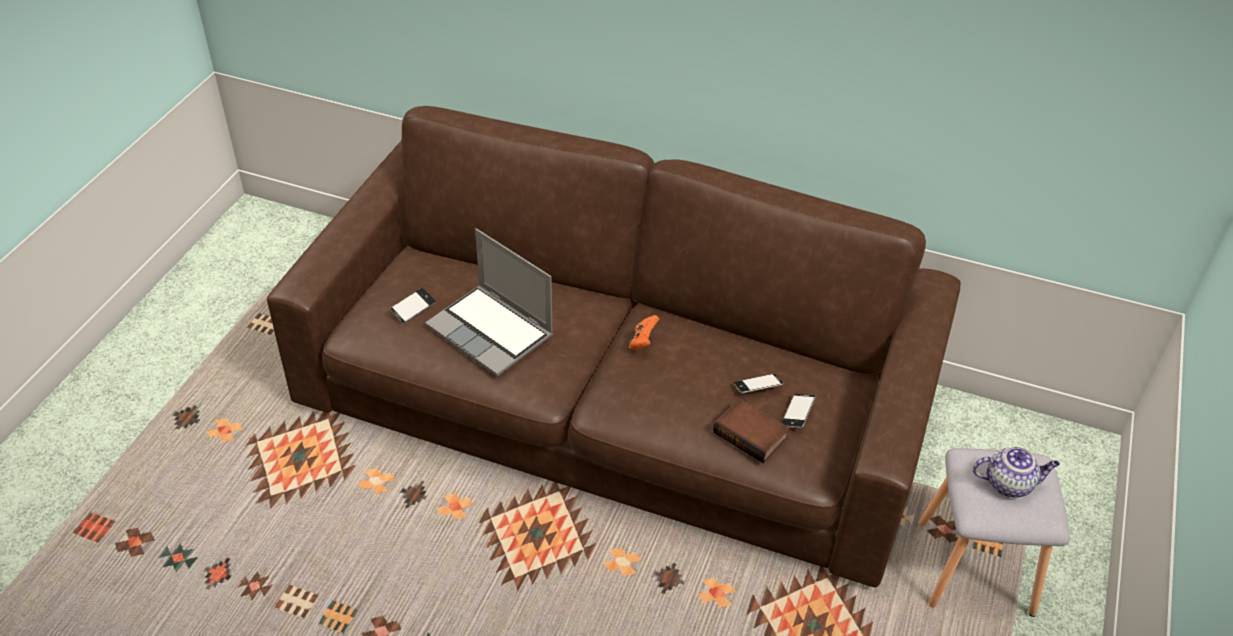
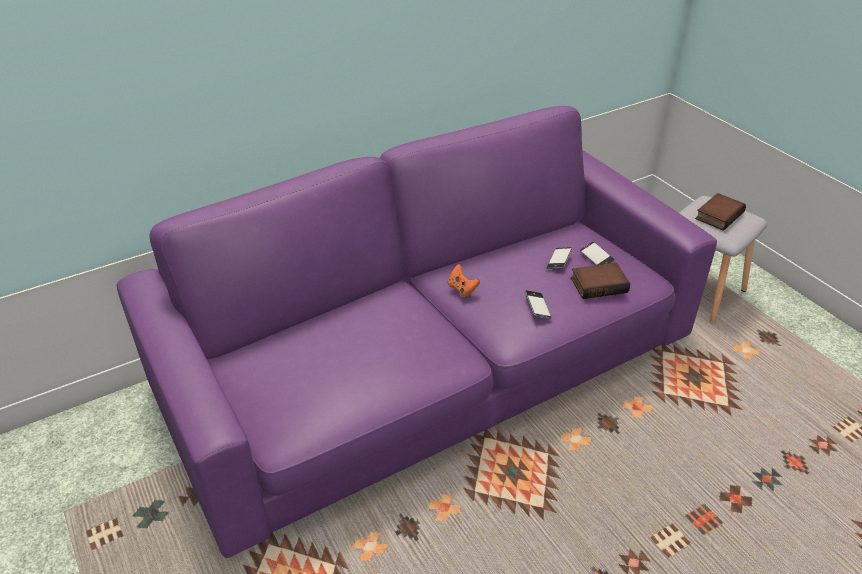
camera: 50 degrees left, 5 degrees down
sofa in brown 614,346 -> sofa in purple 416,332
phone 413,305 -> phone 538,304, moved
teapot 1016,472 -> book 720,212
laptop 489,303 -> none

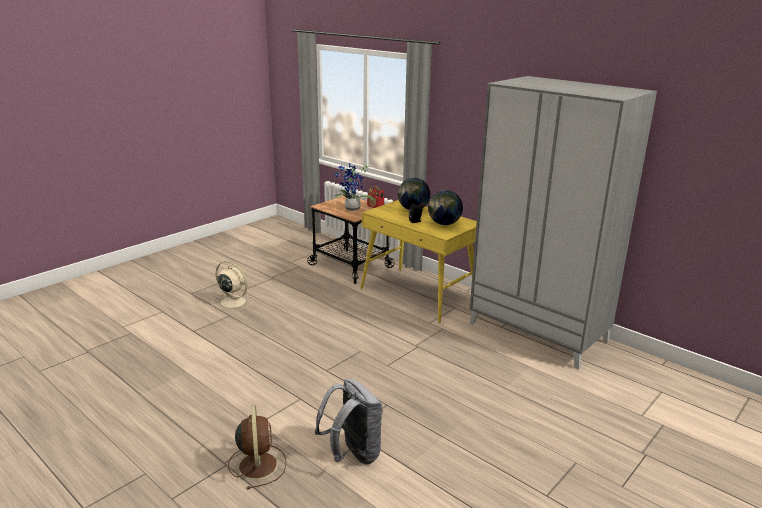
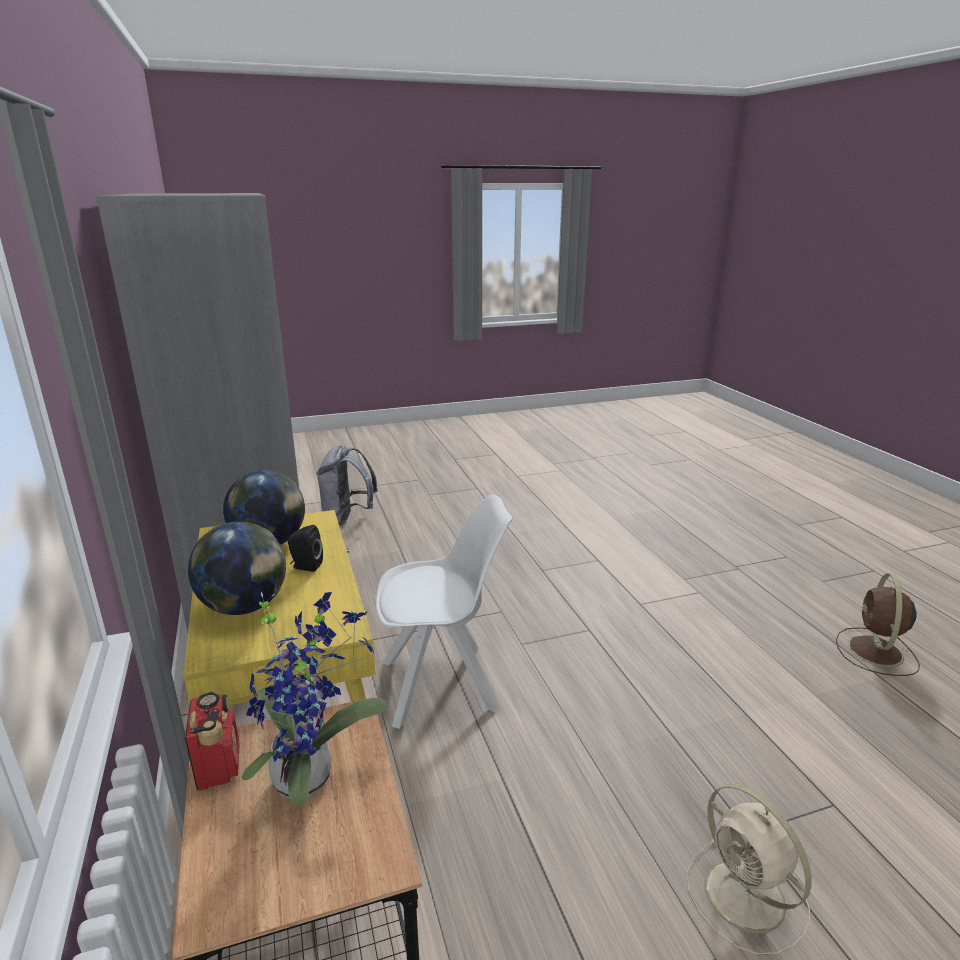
camera: 150 degrees left, 0 degrees up
backpack in grey 349,421 -> backpack in grey 347,485, moved
none -> chair in white 444,612
fan in brown 257,447 -> fan in brown 878,624, moved

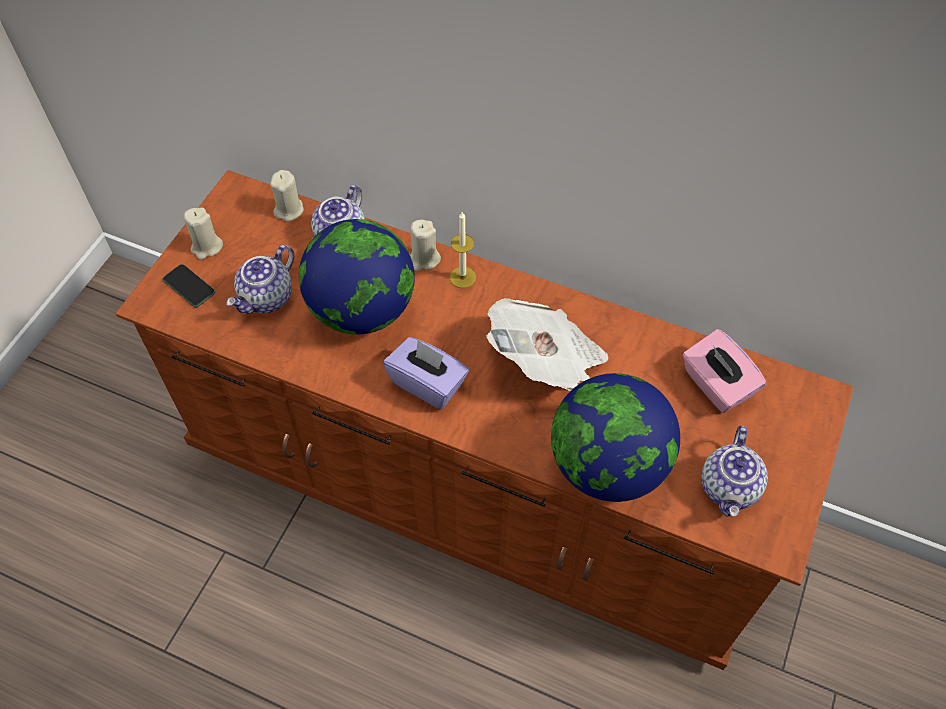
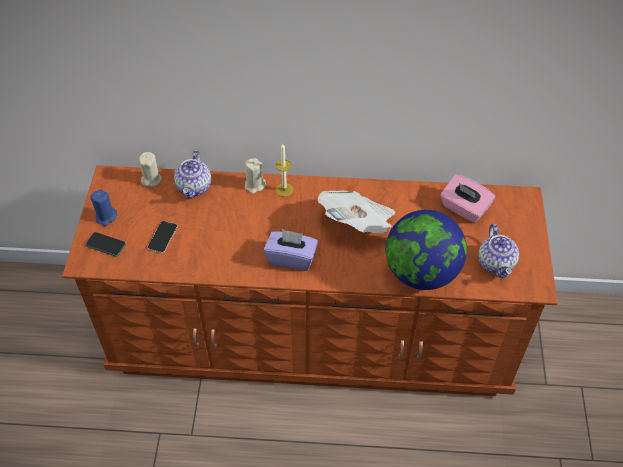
camera: 20 degrees left, 5 degrees down
candle in beige 203,234 -> candle in blue 103,208
teapot 260,279 -> phone 163,237
globe 357,276 -> none

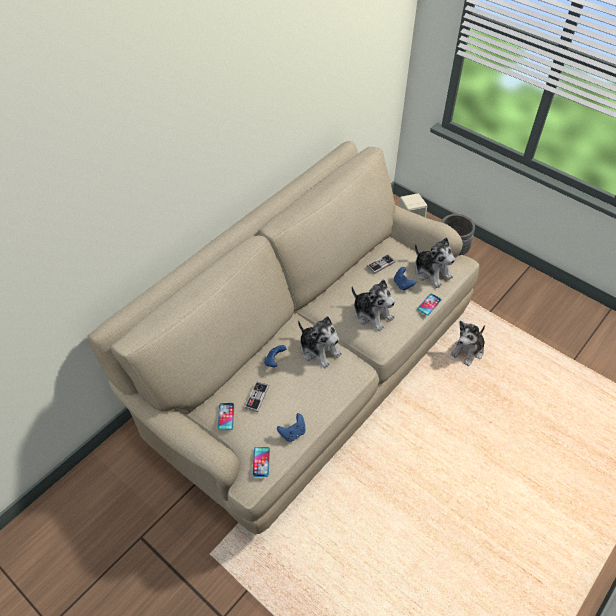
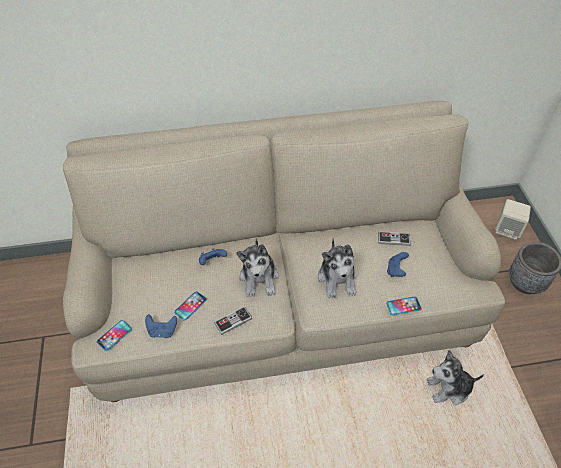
camera: 40 degrees right, 0 degrees up
phone 226,416 -> phone 190,306, moved
game controller 256,396 -> game controller 233,320, moved
plush toy 435,263 -> none

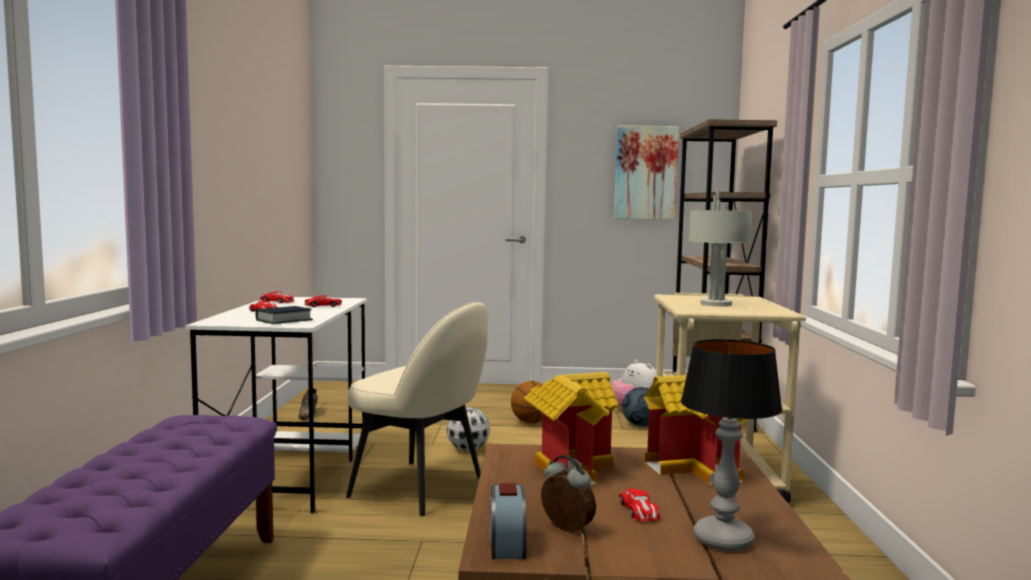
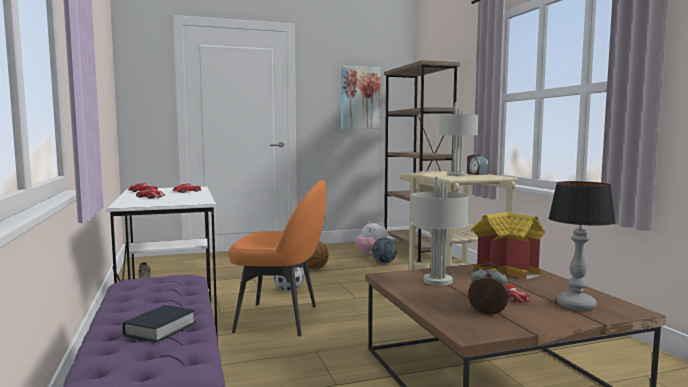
camera: 20 degrees left, 0 degrees up
book 284,315 -> book 159,323, moved
chair in beige 417,409 -> chair in orange 277,257
toy house 571,428 -> table lamp in grey 440,231
alarm clock 508,521 -> alarm clock 477,165, moved

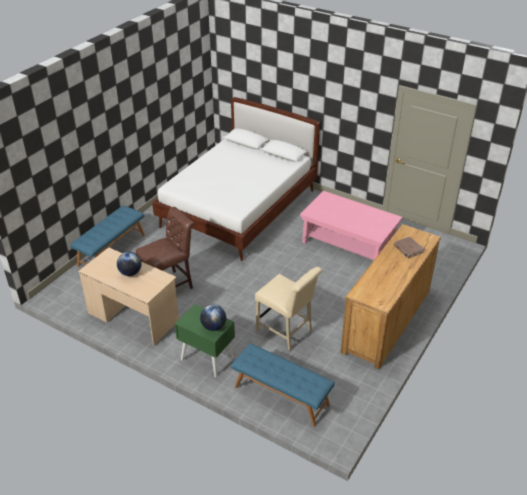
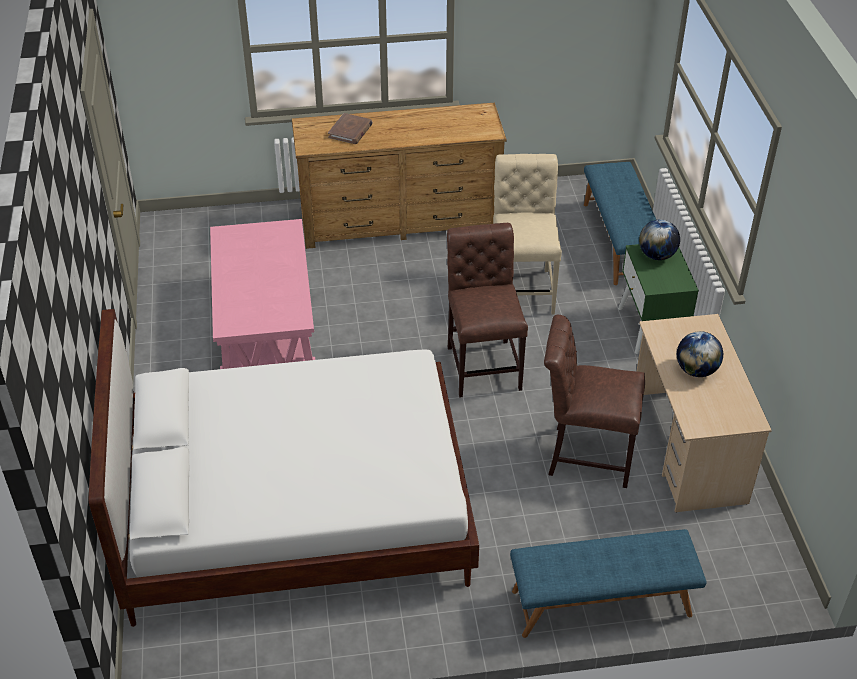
camera: 130 degrees left, 5 degrees up
none -> chair in brown 487,310

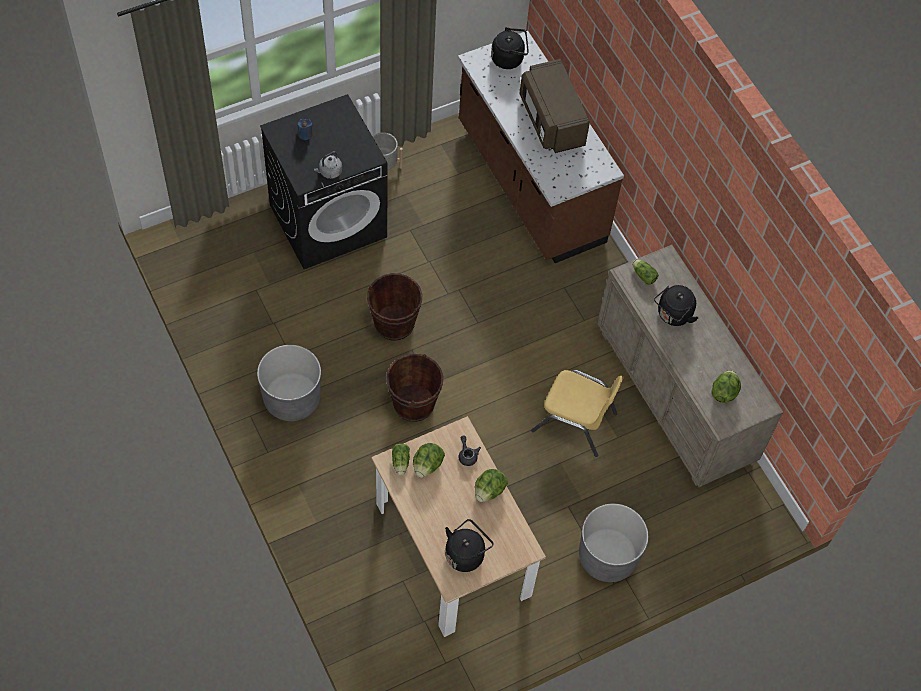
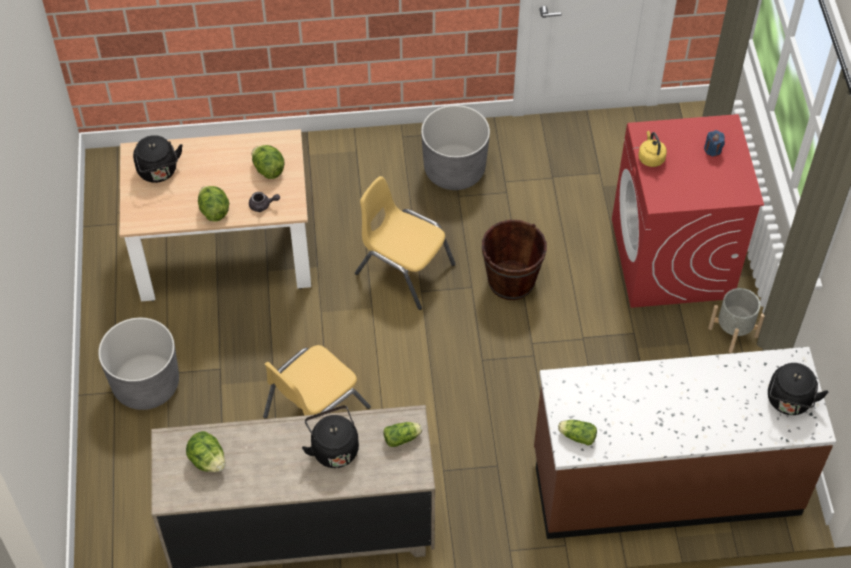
camera: 115 degrees right, 5 degrees down
bucket in brown 414,388 -> chair in yellow 405,243
lettuce 401,459 -> lettuce 577,433, moved
washing machine in black 324,181 -> washing machine in red 688,211
kettle in grey 328,165 -> kettle in yellow 652,149
microwave in brown 555,106 -> none

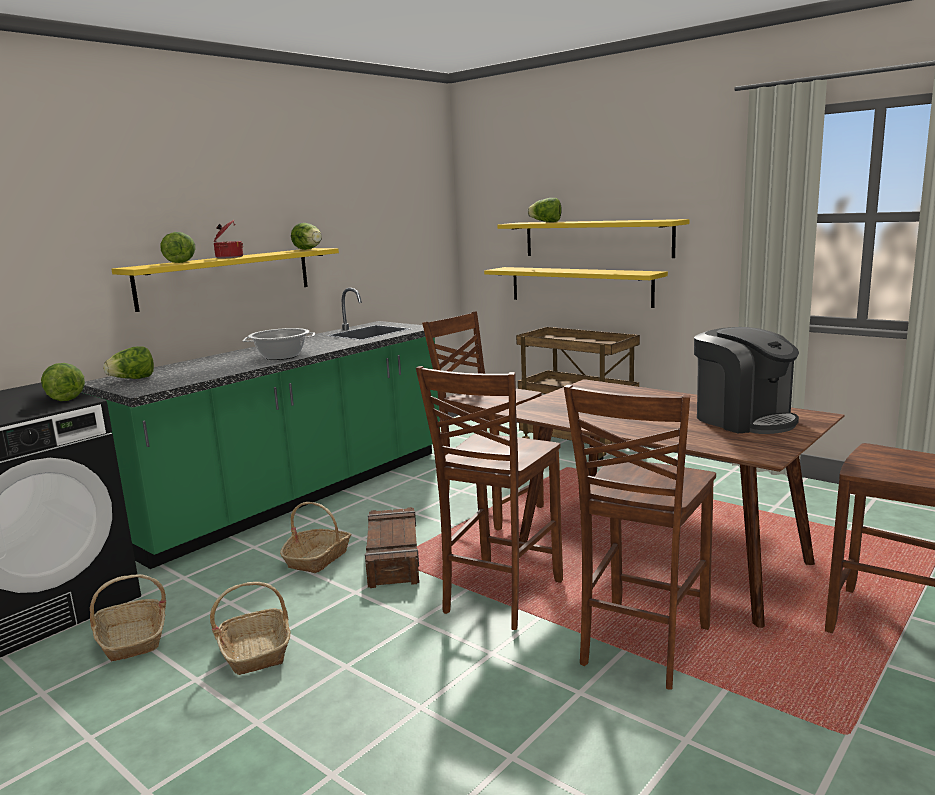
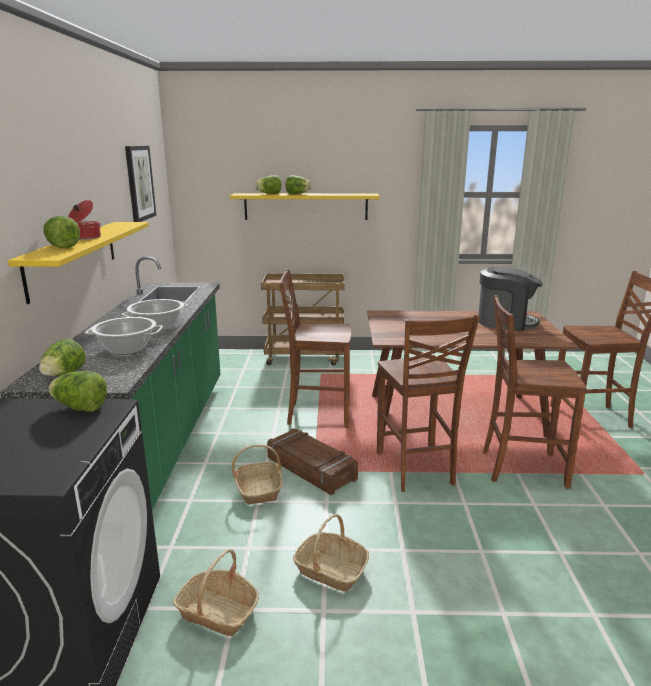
camera: 40 degrees left, 5 degrees up
none -> cooking pot 124,336
none -> picture 140,184
lettuce 306,236 -> lettuce 298,185, moved
chair in brown 640,537 -> chair in brown 534,392, 105 degrees clockwise
shelf in yellow 576,287 -> none

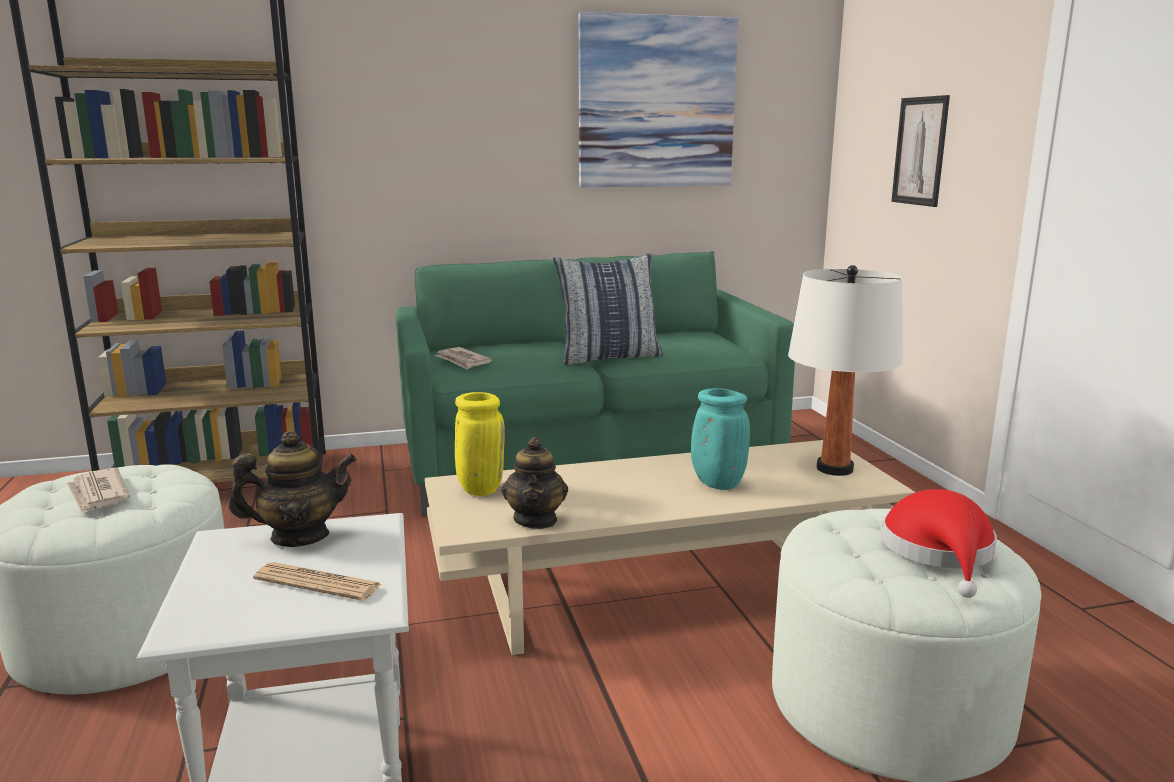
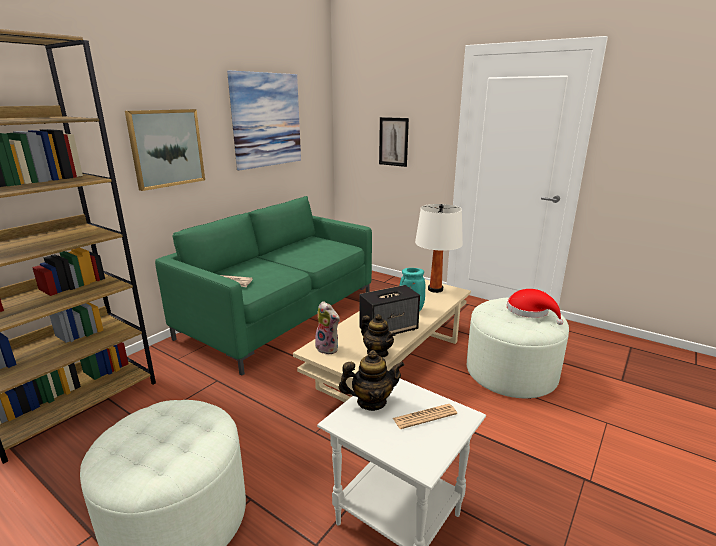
camera: 40 degrees left, 5 degrees up
none -> picture 165,150
vase in yellow 480,444 -> plush toy 327,328
teapot 292,488 -> teapot 372,380, 45 degrees clockwise
none -> speaker 389,309
newspaper 98,491 -> none
pillow 608,309 -> none

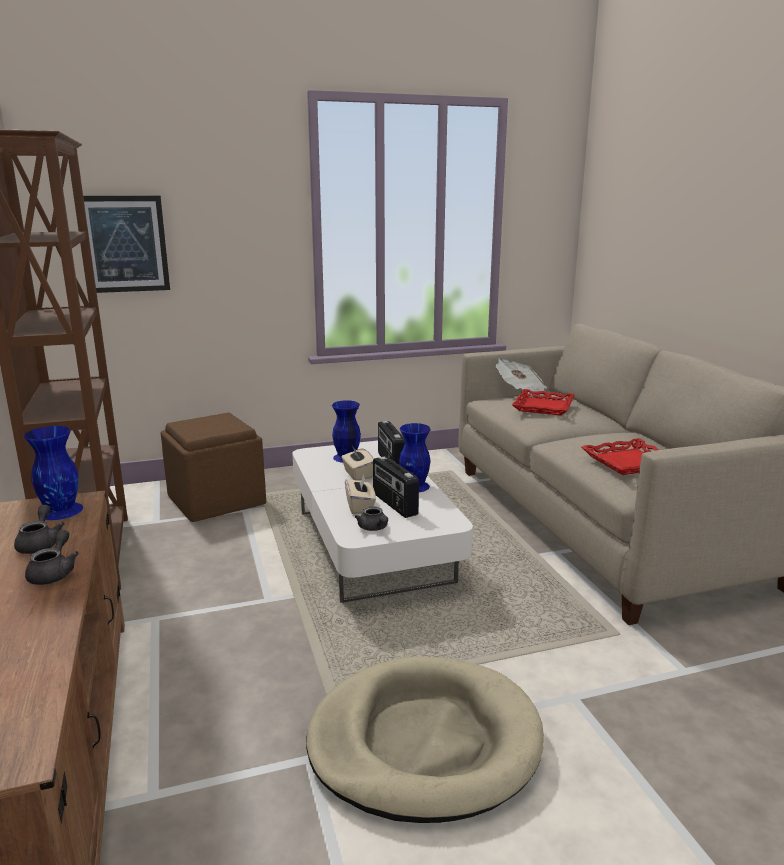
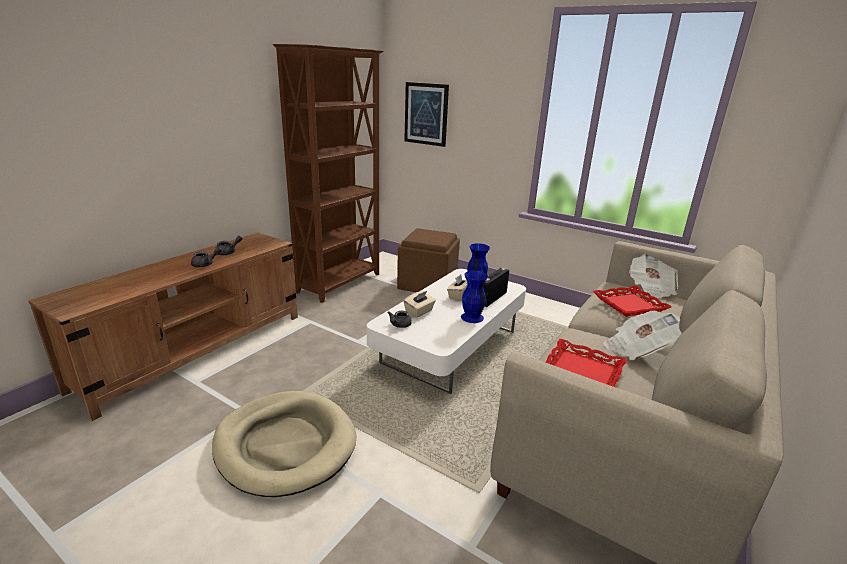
camera: 50 degrees right, 5 degrees up
none -> newspaper 642,335
vase in blue 53,473 -> none
radio 396,487 -> none

